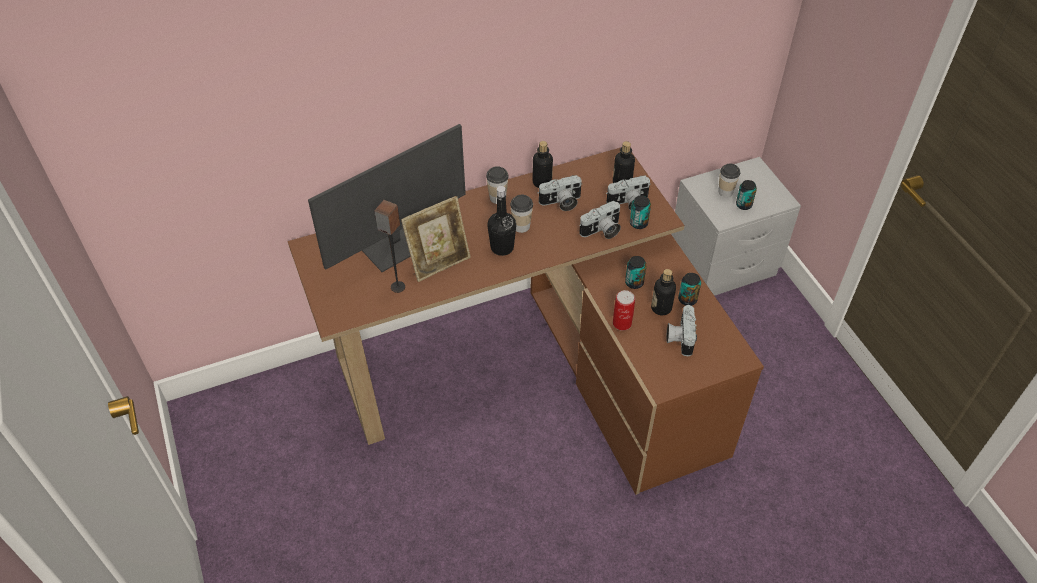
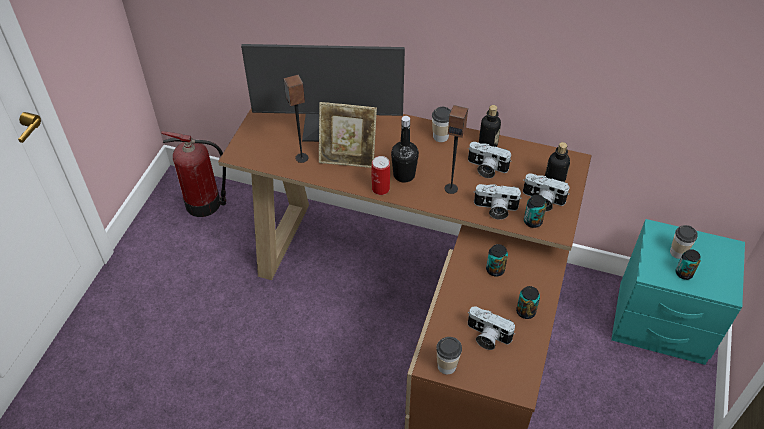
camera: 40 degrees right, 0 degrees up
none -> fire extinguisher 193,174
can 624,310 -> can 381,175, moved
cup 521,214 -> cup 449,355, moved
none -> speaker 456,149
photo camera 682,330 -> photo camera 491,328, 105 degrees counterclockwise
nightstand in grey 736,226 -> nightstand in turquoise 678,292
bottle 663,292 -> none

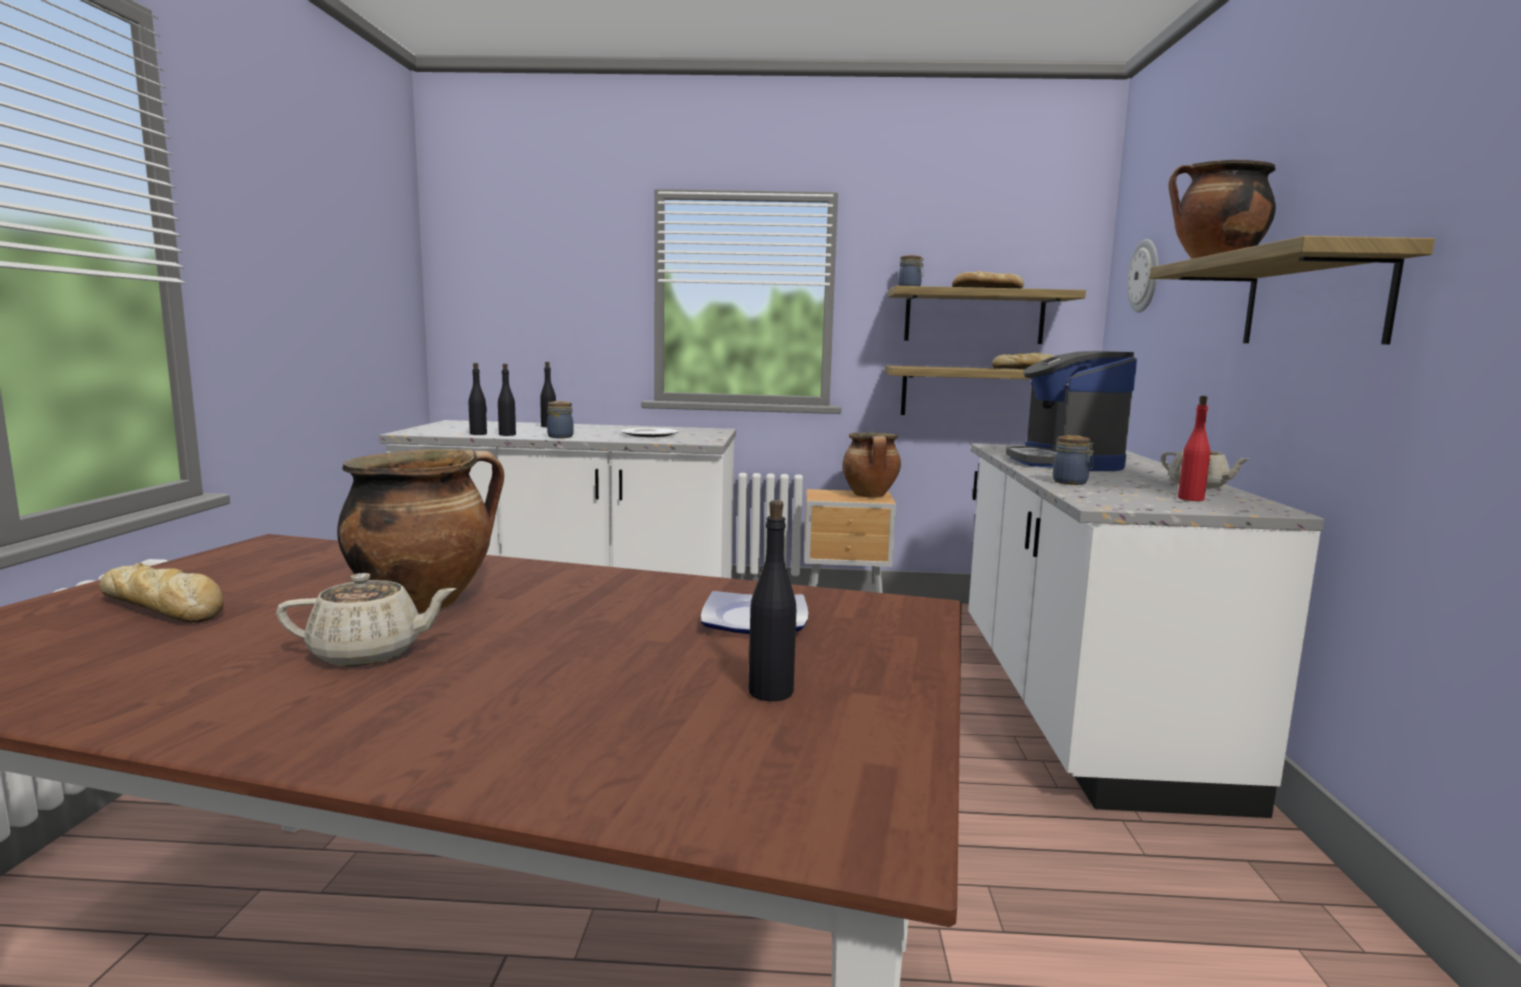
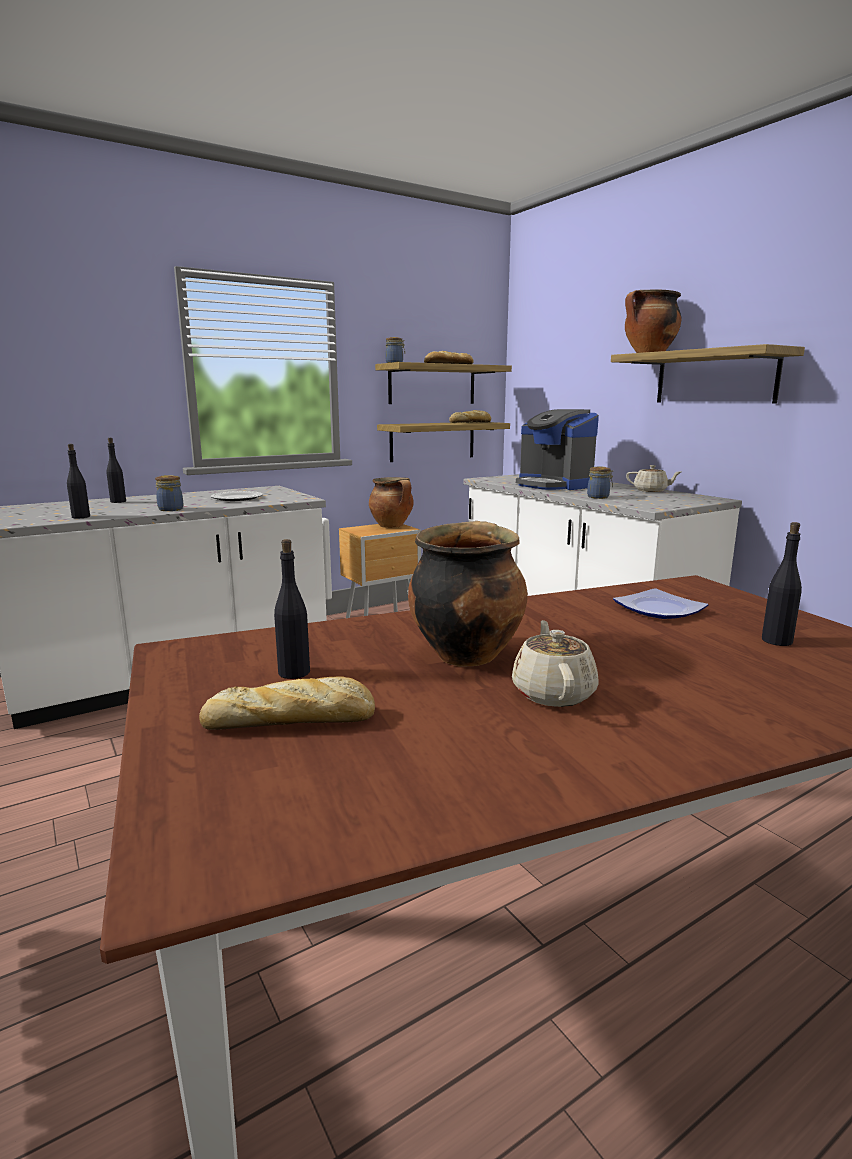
camera: 35 degrees left, 5 degrees up
bottle in black 507,400 -> bottle in black 292,609, moved
teapot in beige 366,619 -> teapot in beige 555,663, 45 degrees counterclockwise
wall clock 1142,276 -> none
bottle in red 1194,448 -> none

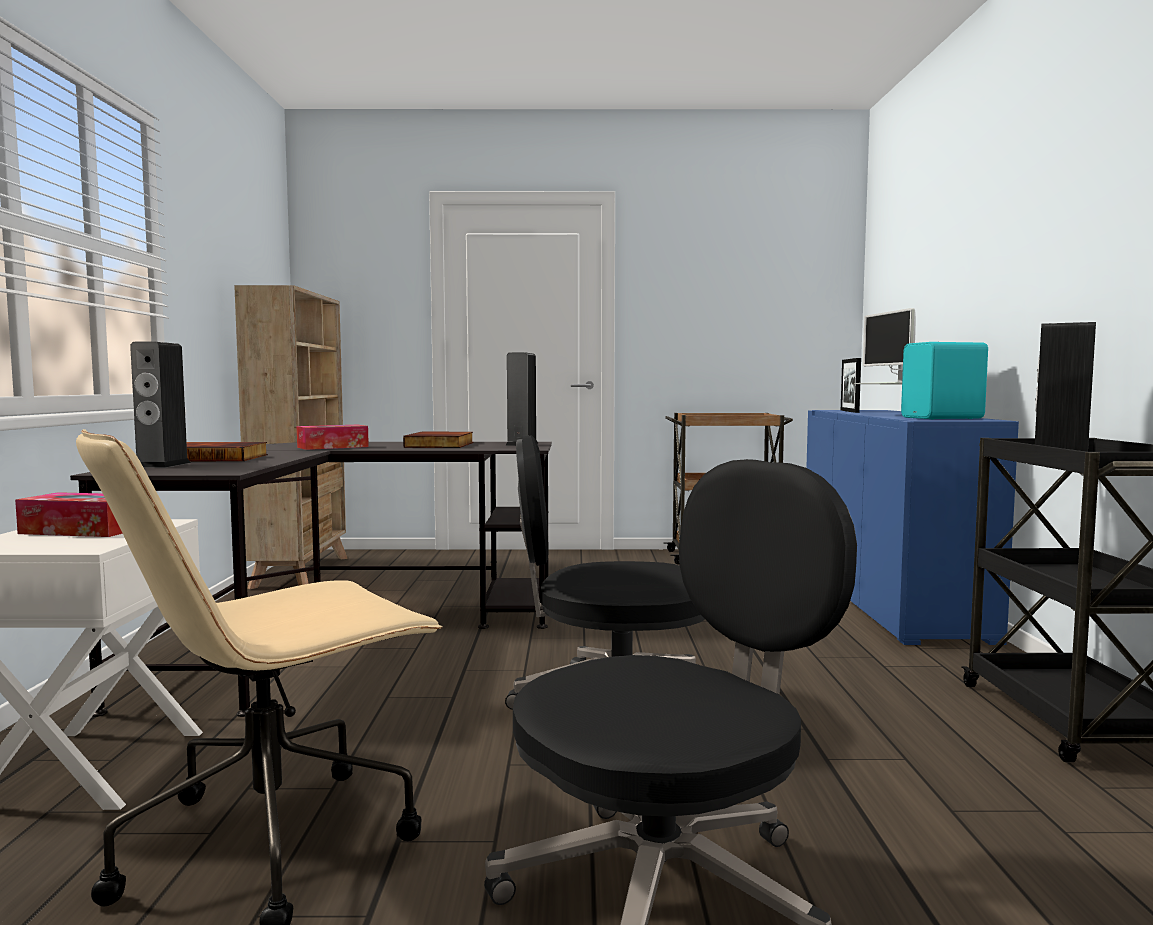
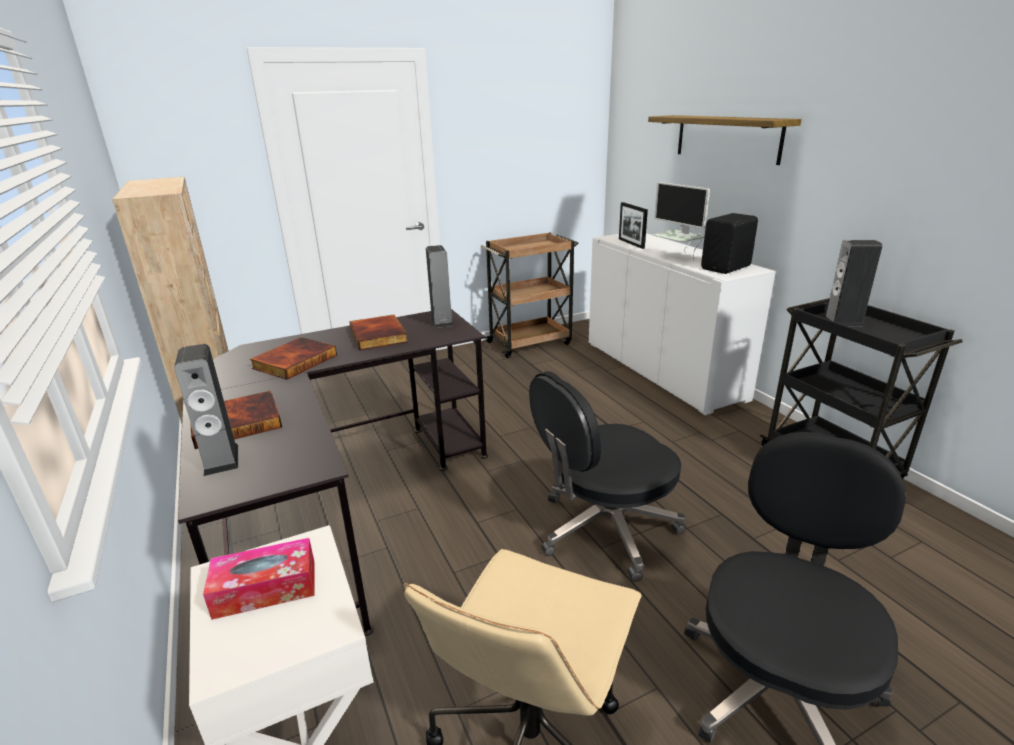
camera: 25 degrees left, 20 degrees up
tissue box 333,437 -> book 293,358
cabinet in blue 912,527 -> cabinet in white 682,324
none -> shelf 724,140
speaker in turquoise 944,380 -> speaker in black 729,243

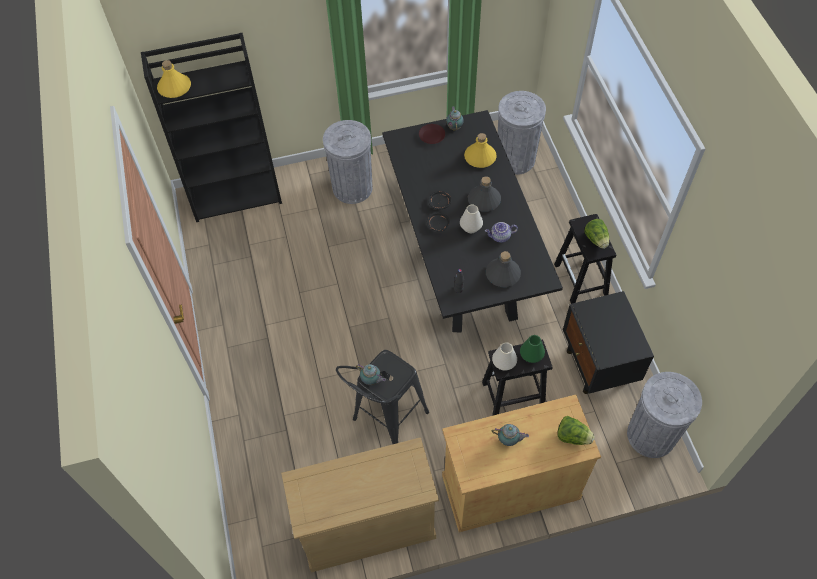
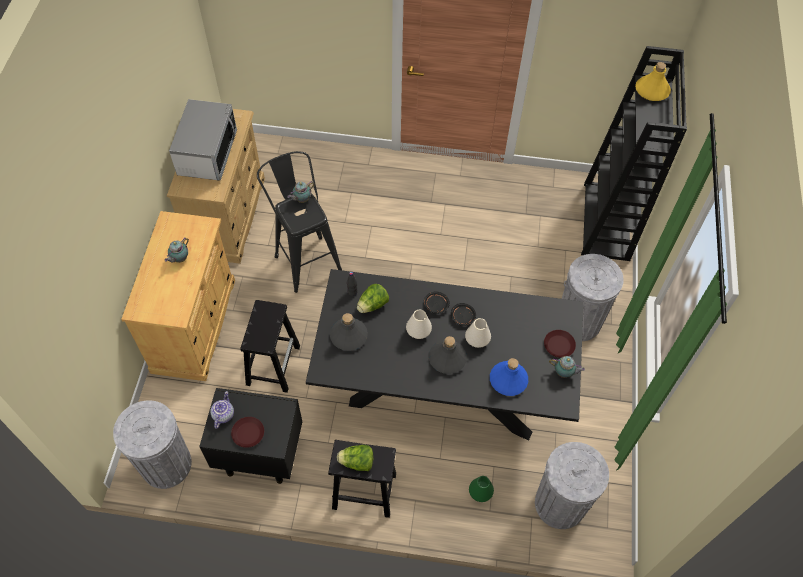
camera: 110 degrees right, 0 degrees up
none -> microwave 203,140
teapot 501,232 -> teapot 222,410, moved
none -> plate in brown 247,432
lettuce 576,430 -> lettuce 373,298, moved
vase in white 504,356 -> vase in white 478,333, moved
vase in green 532,349 -> vase in green 481,489, moved
bottle in yellow 480,150 -> bottle in blue 509,377

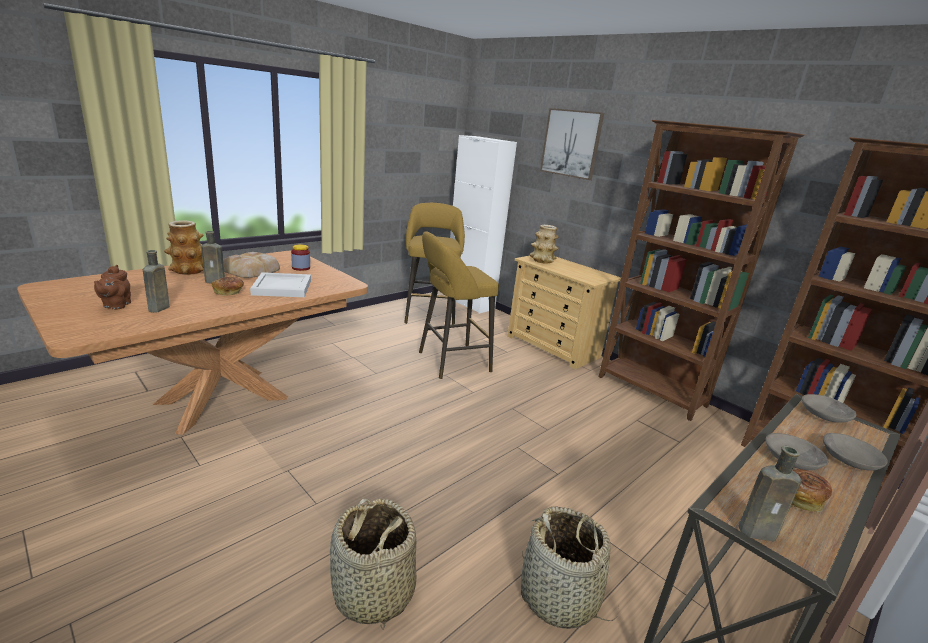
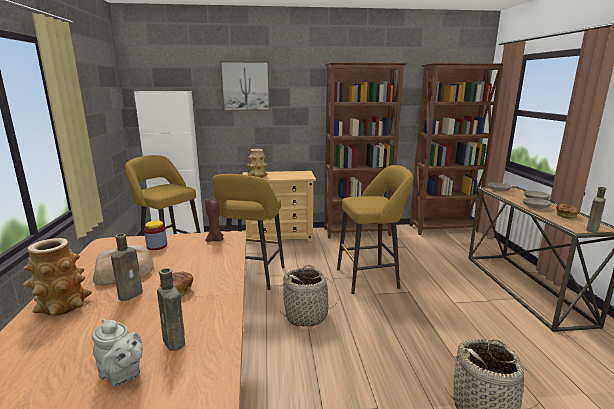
camera: 50 degrees left, 5 degrees down
teapot in brown 112,287 -> teapot in grey 117,352
none -> candle in brown 214,220
basket 568,567 -> basket 309,296, moved
none -> stool in yellow 375,229
tray in white 280,284 -> none

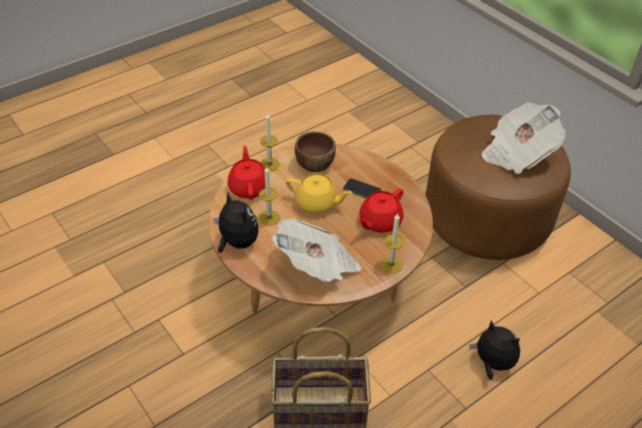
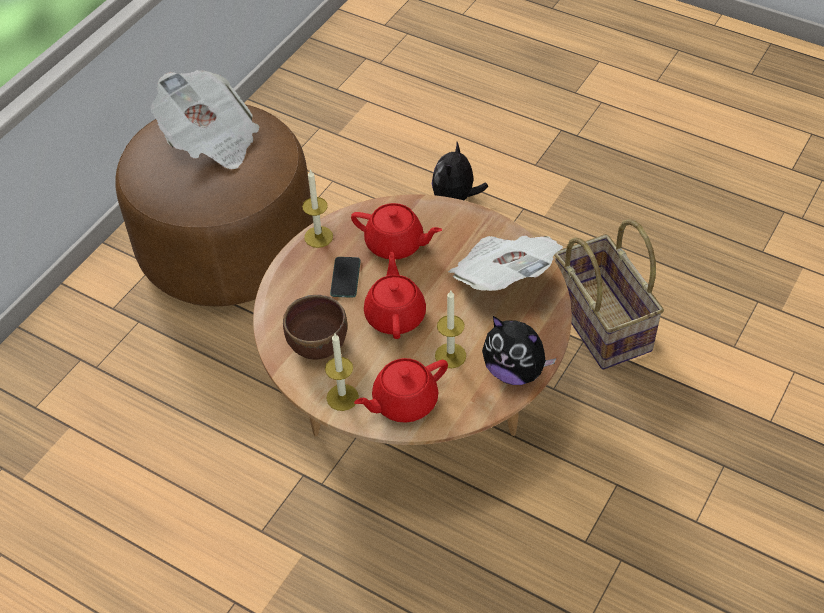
camera: 110 degrees left, 5 degrees up
candle 392,244 -> candle 317,208, moved
teapot in yellow 319,193 -> teapot in red 395,295
plush toy 236,222 -> plush toy 519,350, 90 degrees counterclockwise

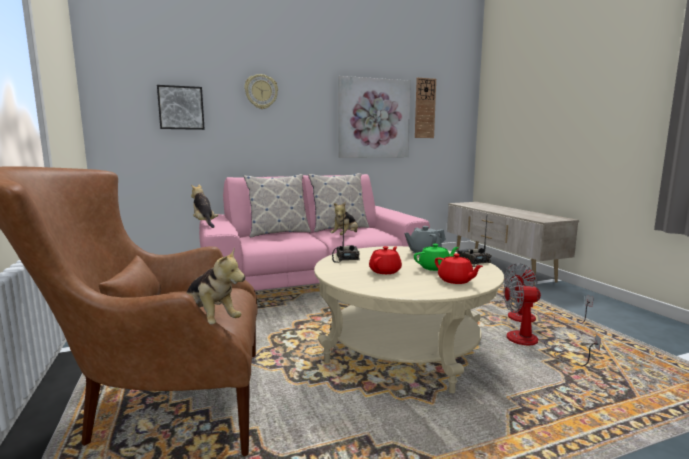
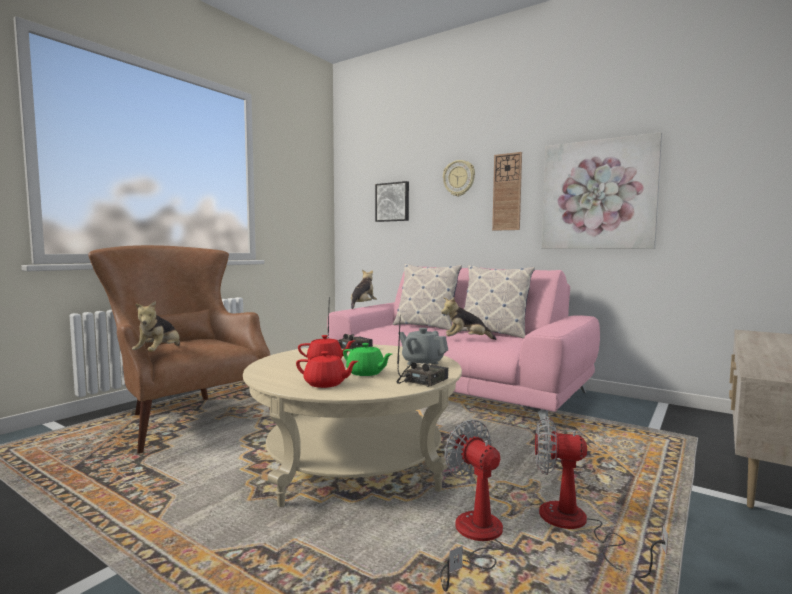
camera: 55 degrees right, 5 degrees down
teapot in red 459,269 -> teapot in red 327,369, 90 degrees counterclockwise
wall clock 425,107 -> wall clock 507,191, moved

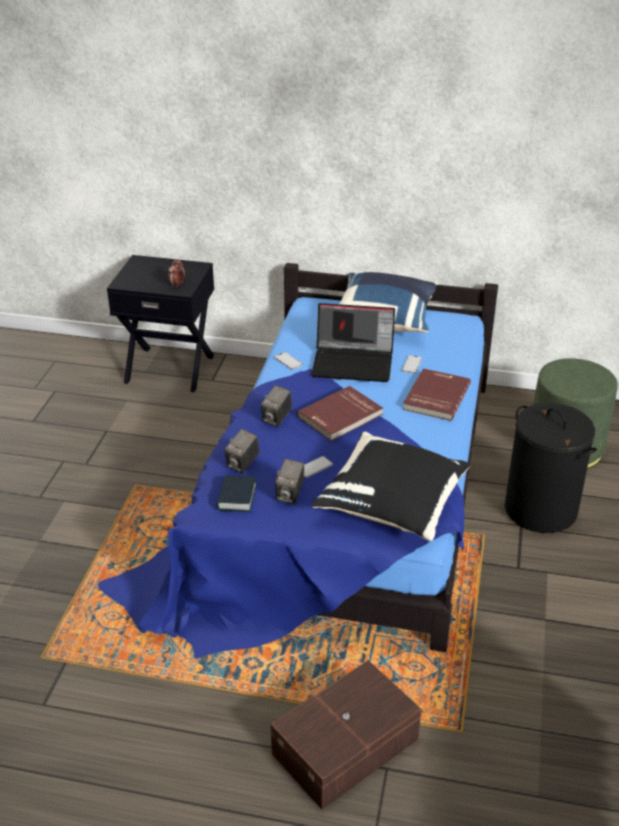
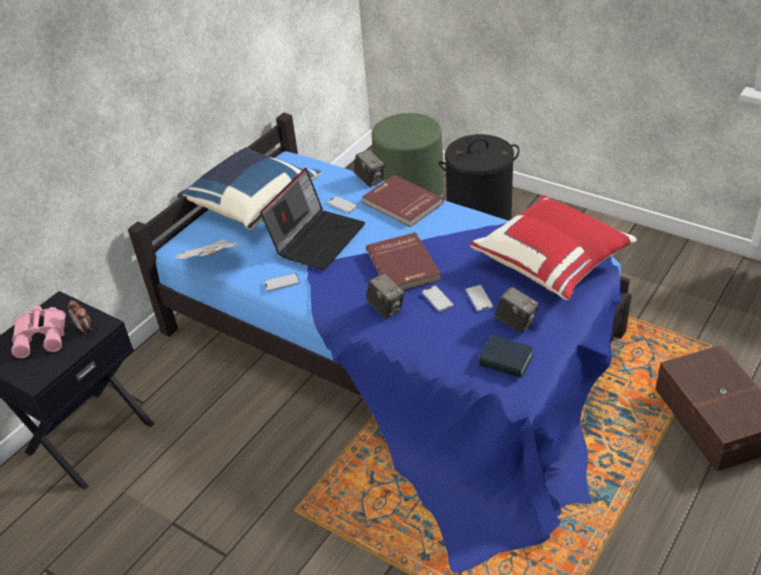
camera: 65 degrees left, 5 degrees up
none -> binoculars in pink 38,332
none -> newspaper 208,249
photo camera 242,451 -> photo camera 369,168, moved
none -> phone 438,299
pillow in black 391,486 -> pillow in red 553,247

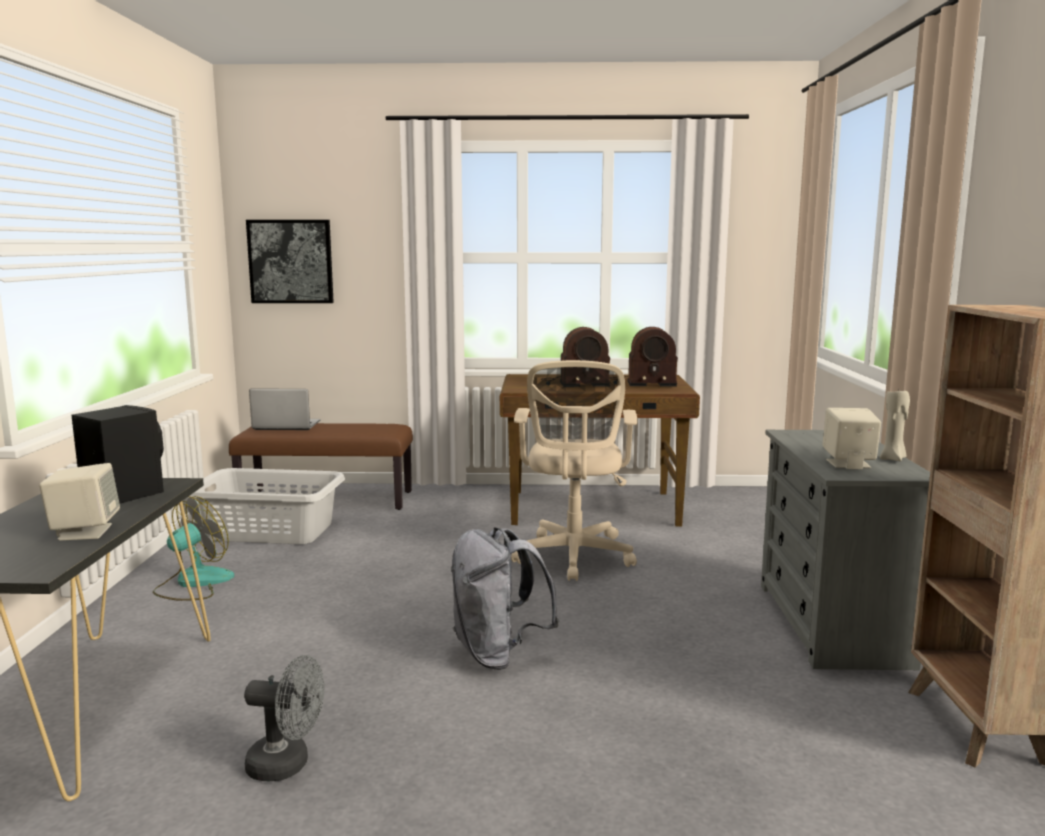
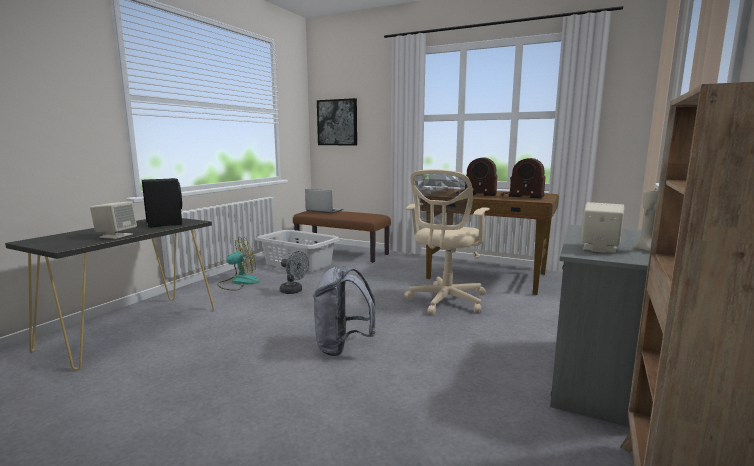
camera: 25 degrees right, 0 degrees up
fan in grey 284,718 -> fan in grey 294,272, moved

